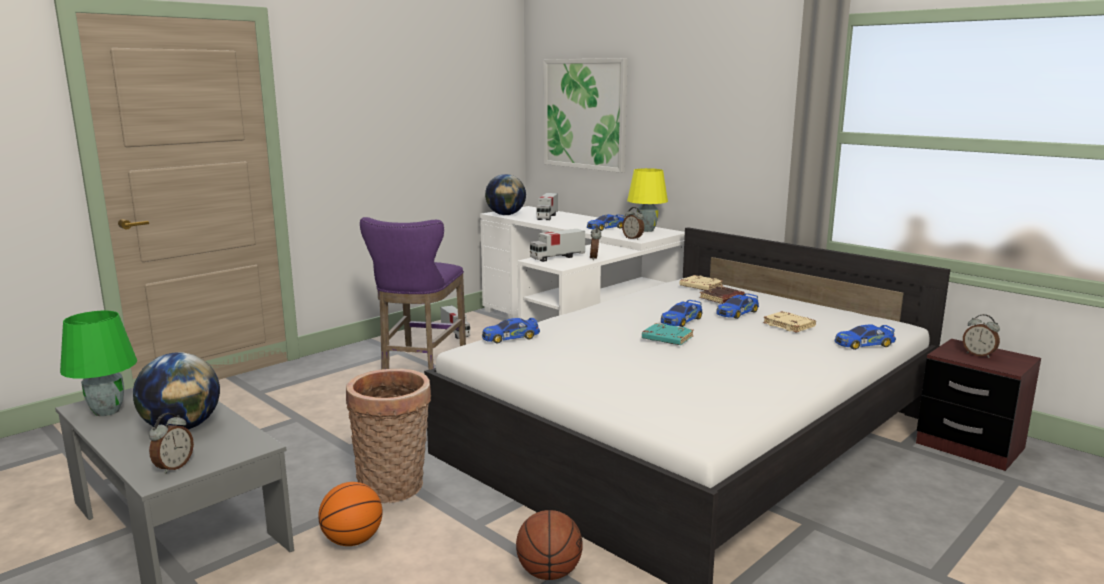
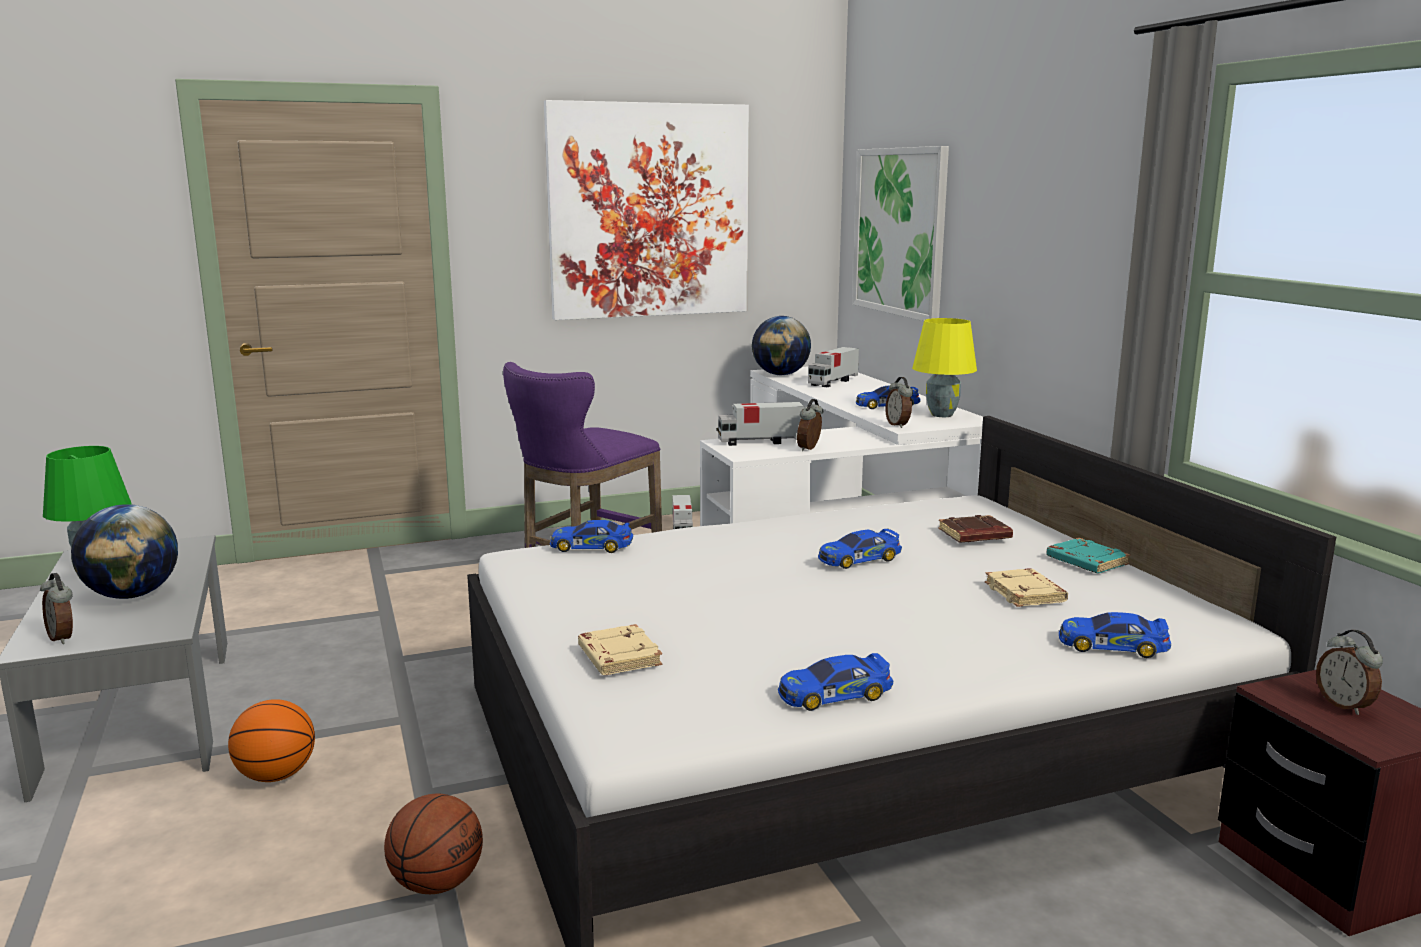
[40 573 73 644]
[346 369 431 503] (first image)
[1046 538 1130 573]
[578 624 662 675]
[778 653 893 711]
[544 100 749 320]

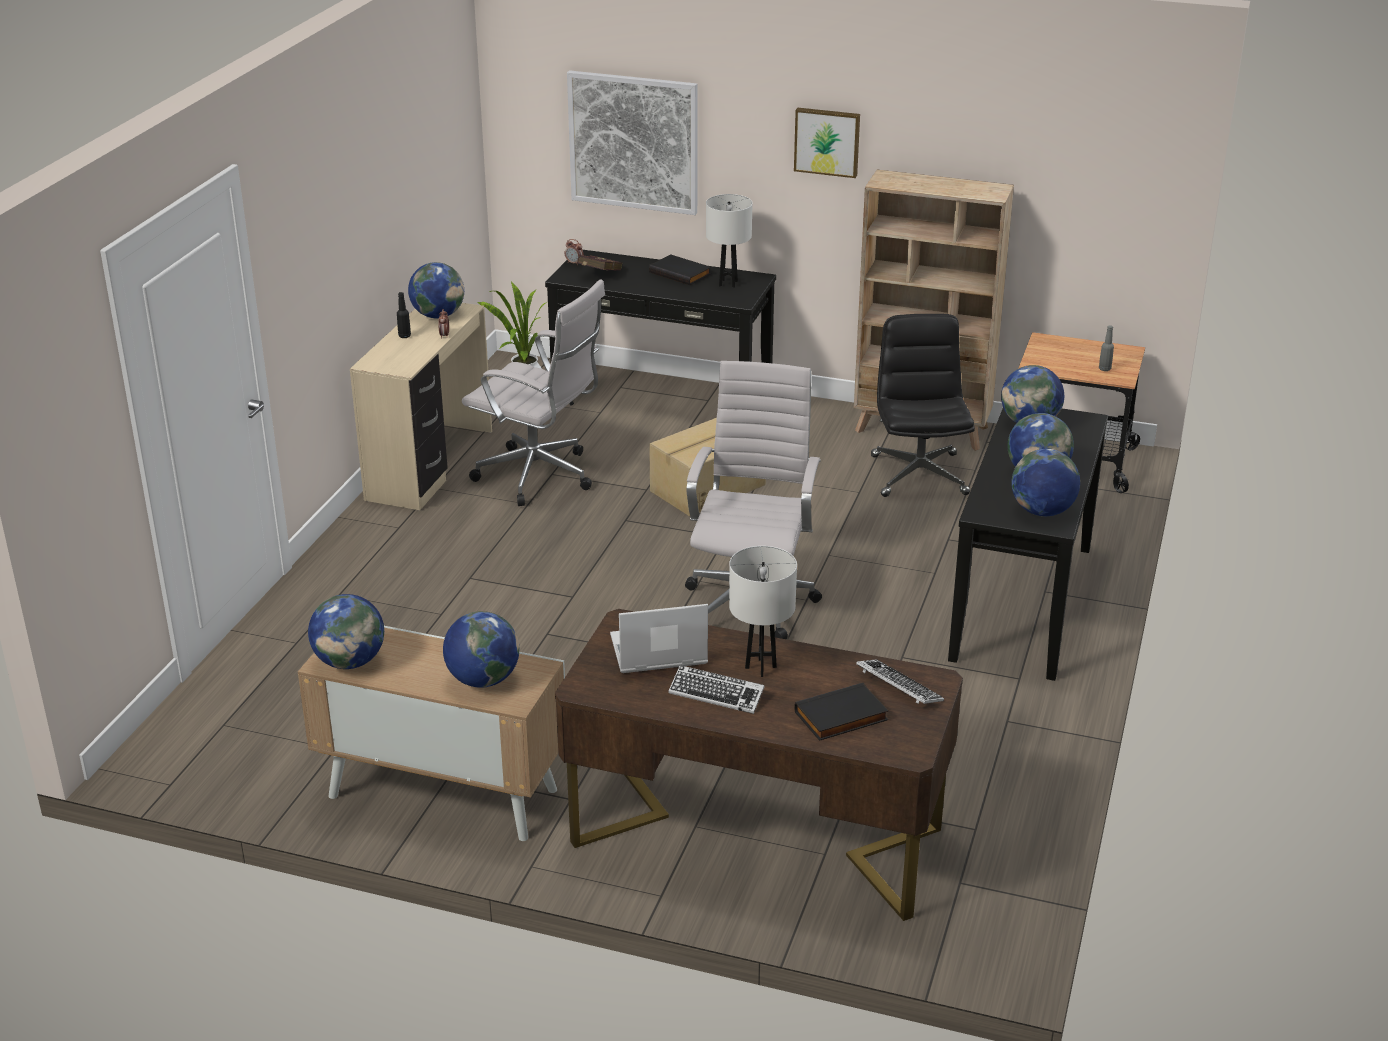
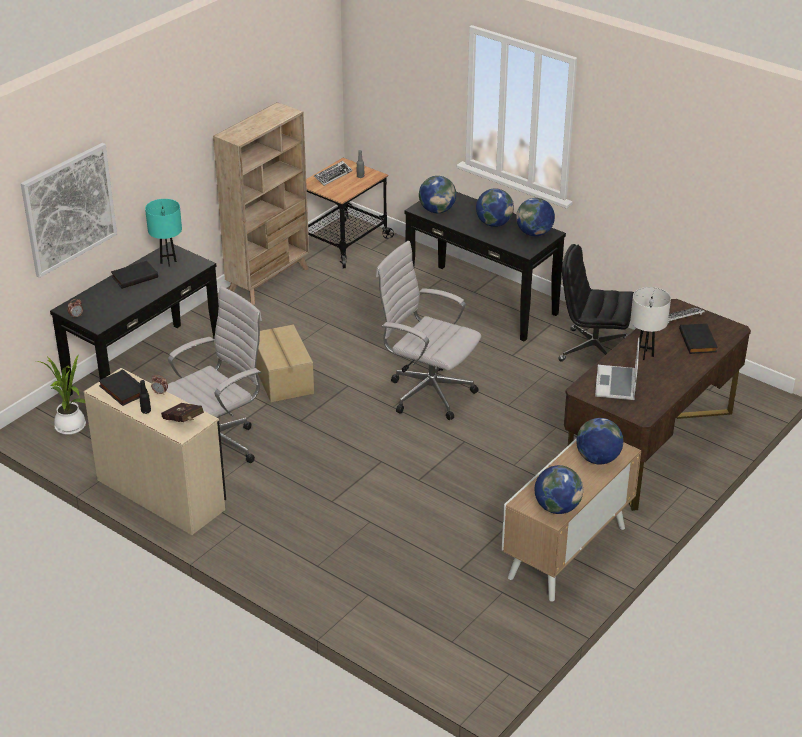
[99 369 148 406]
[161 403 204 422]
[314 161 352 186]
[145 199 182 267]
[794 108 860 178] (first image)
[558 244 634 362]

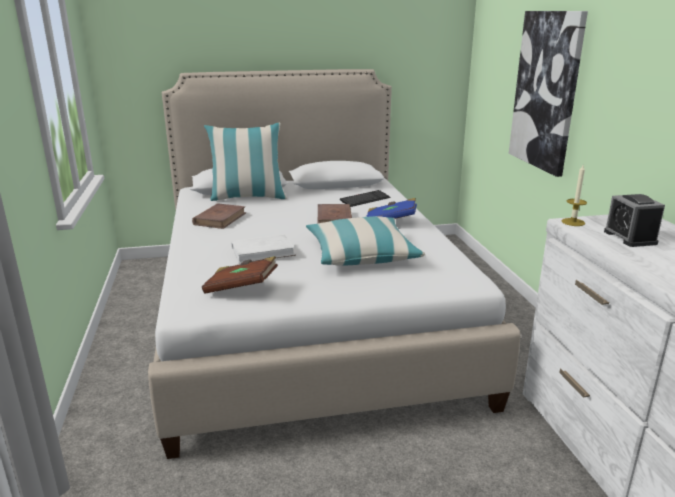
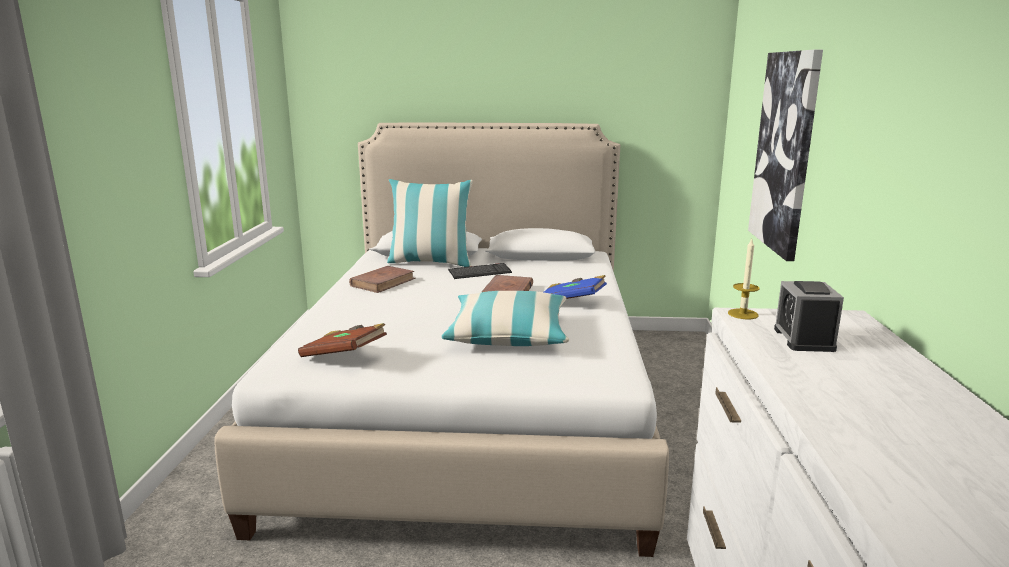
[231 234 296 263] (first image)
[448 263 512 279]

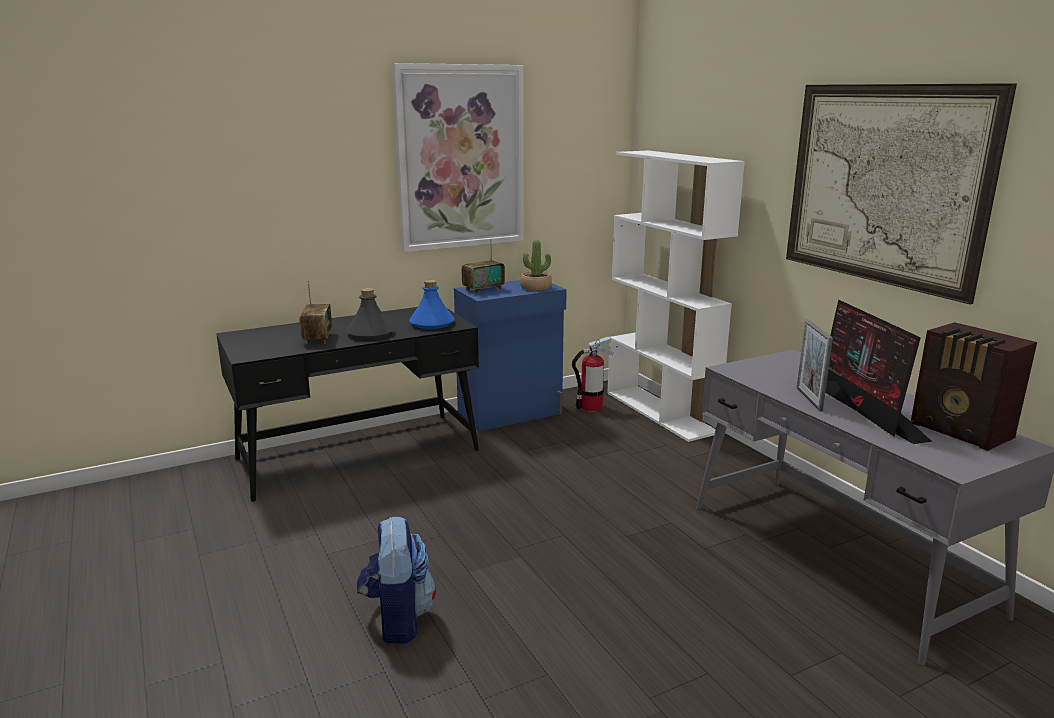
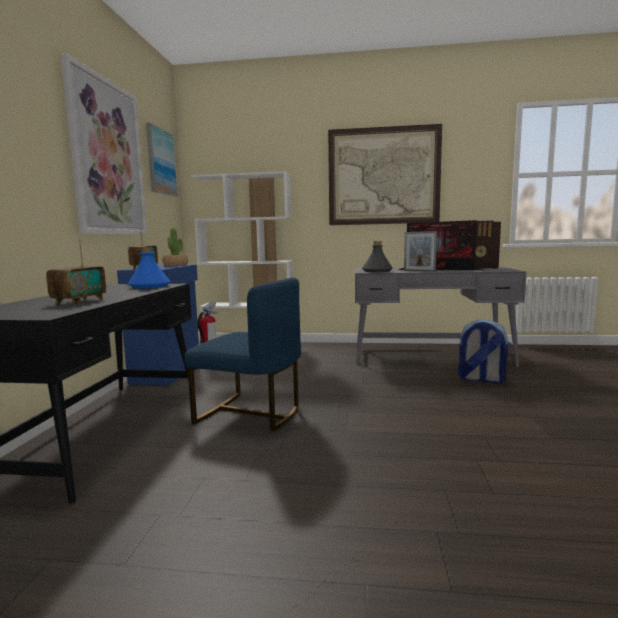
[46 240 106 305]
[362 241 393 272]
[458 320 508 384]
[146 123 178 197]
[184 278 301 431]

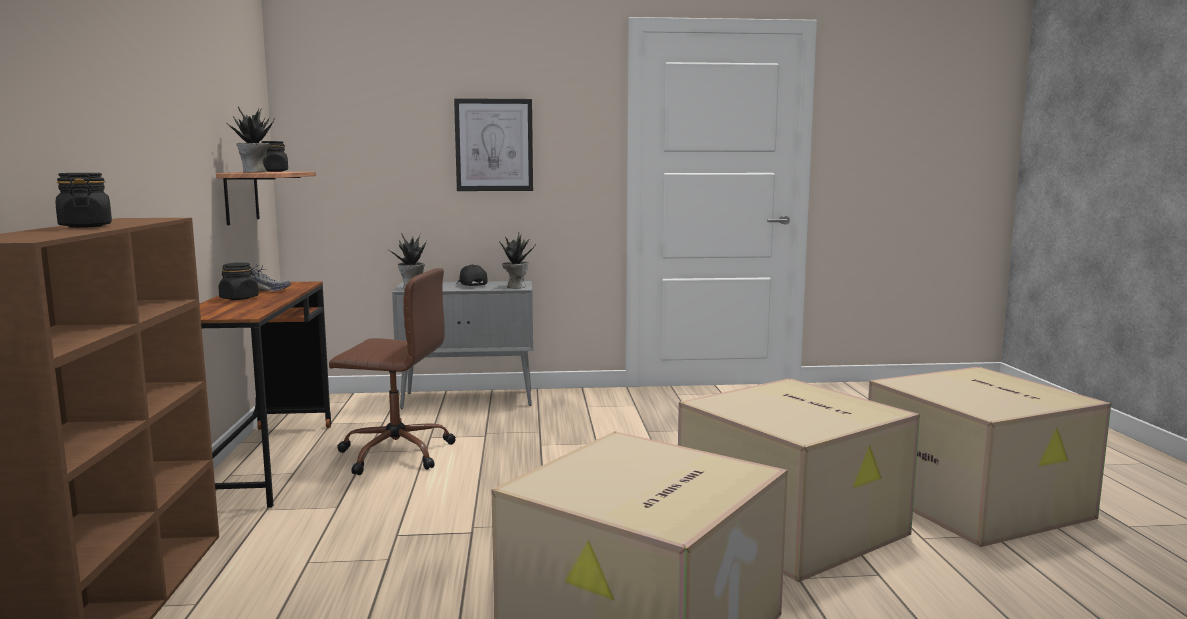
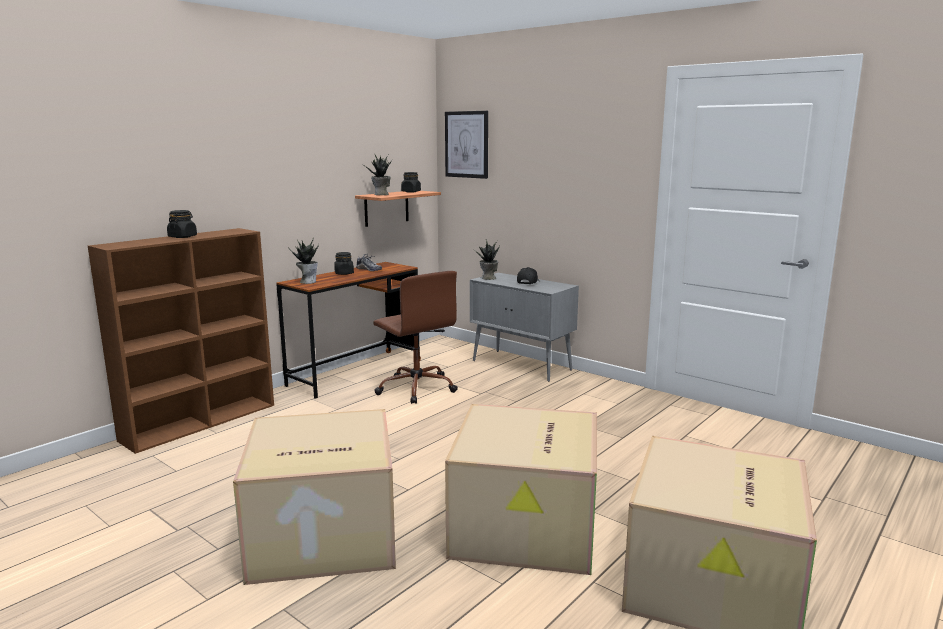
[445 111 488 179]
[288 238 319 284]

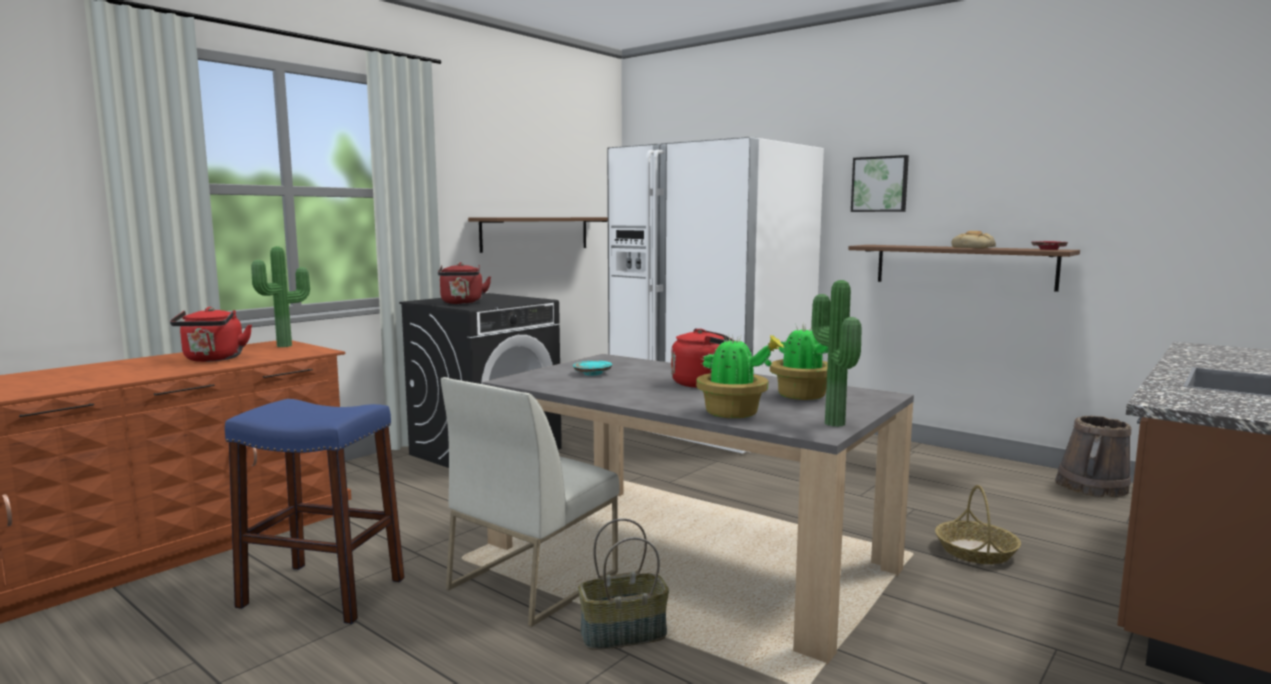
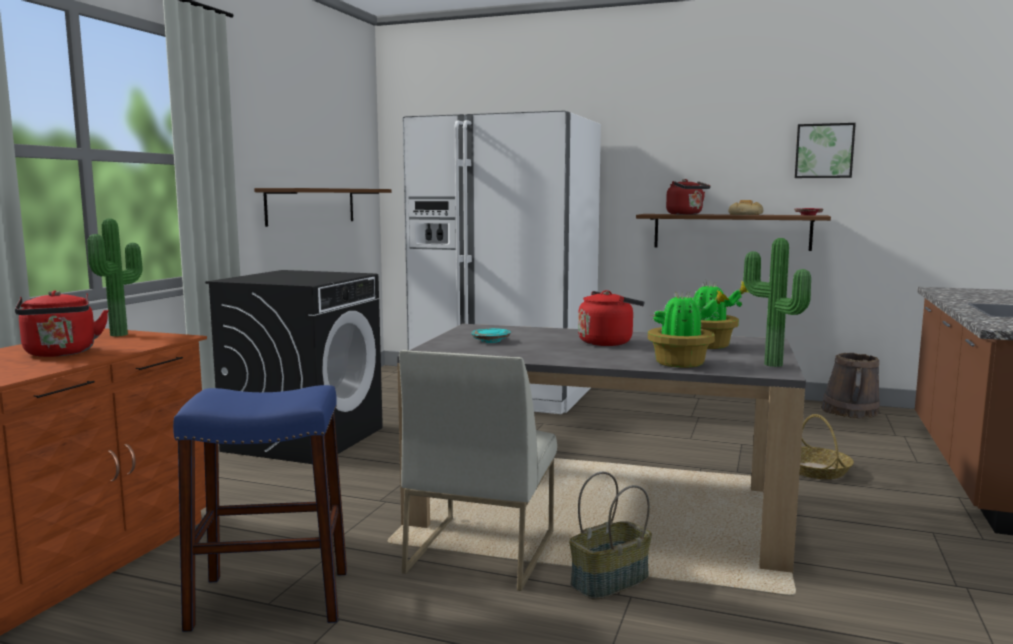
[666 179 711 215]
[795 123 856 178]

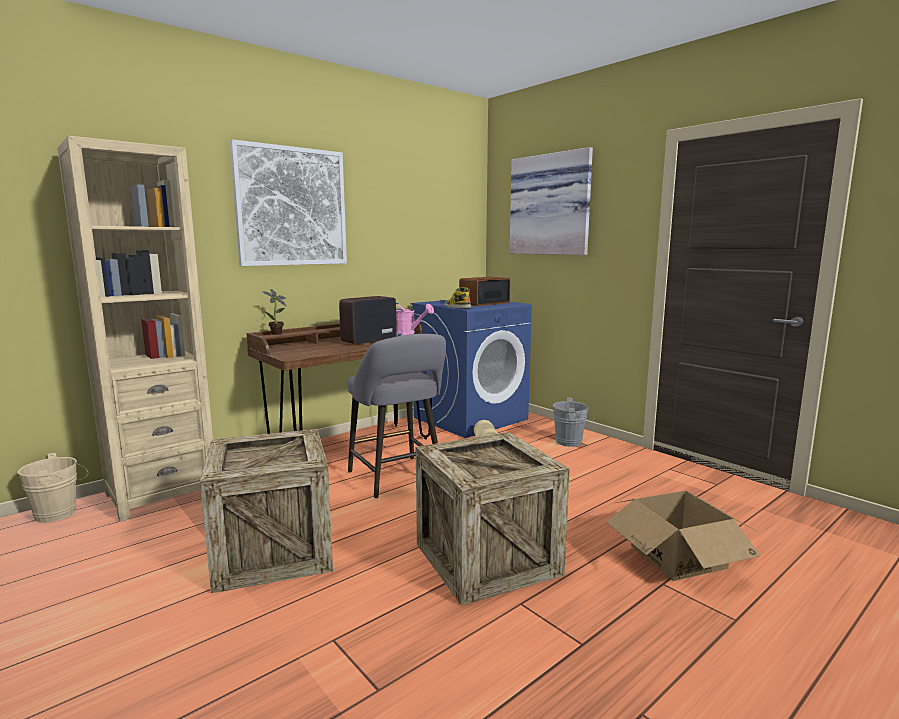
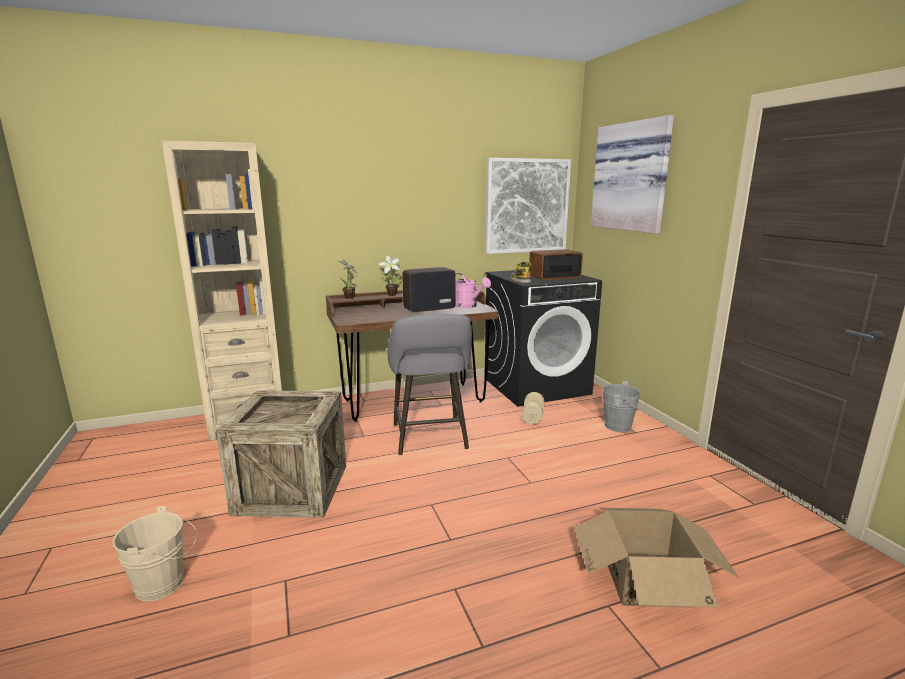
[113 506 197 601]
[485 158 571 254]
[484 270 602 407]
[416 432 570 606] (first image)
[379 256 400 296]

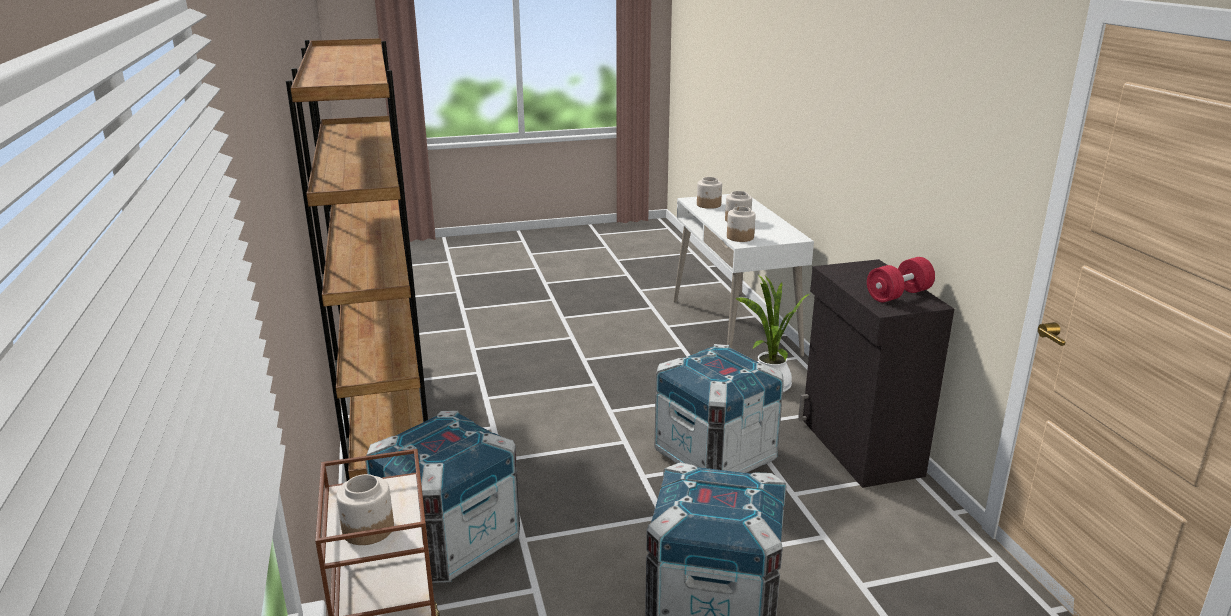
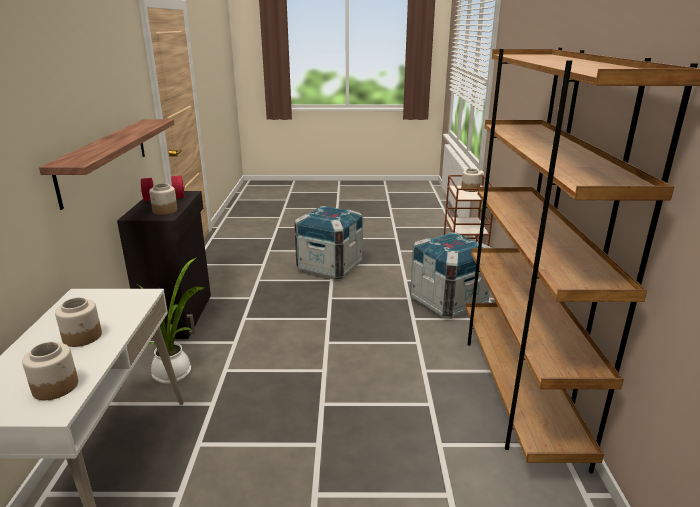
[655 344 784 473] (first image)
[149 184 178 215]
[39 119 174 210]

